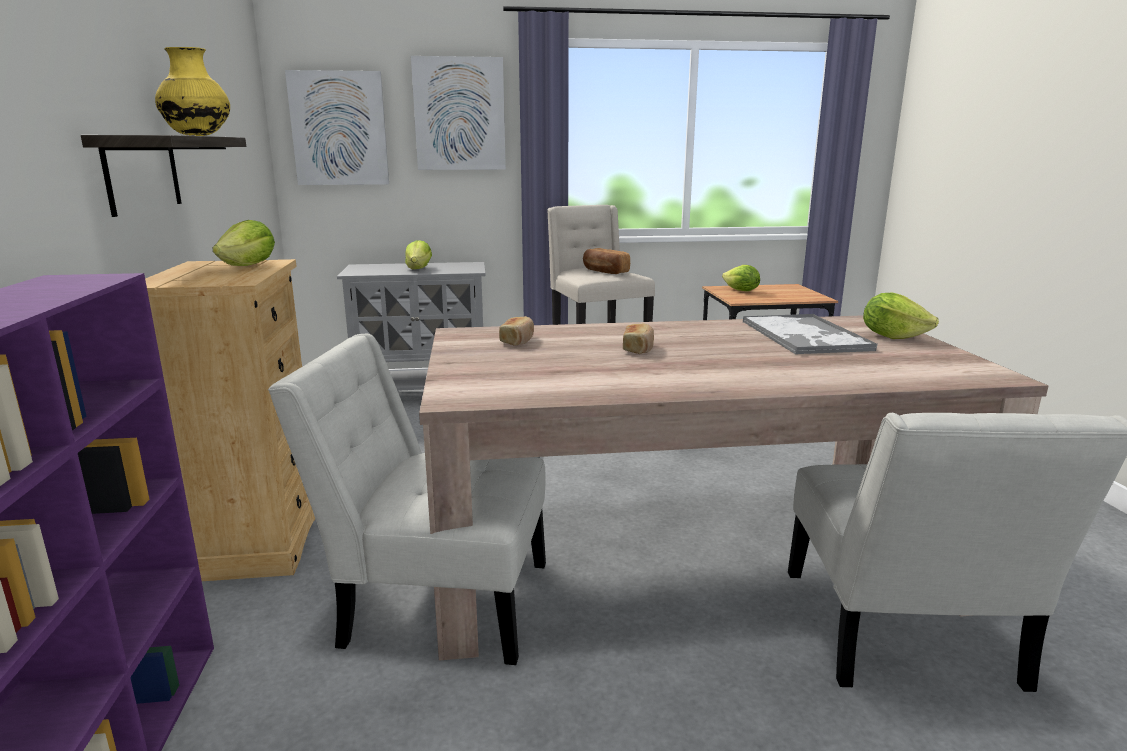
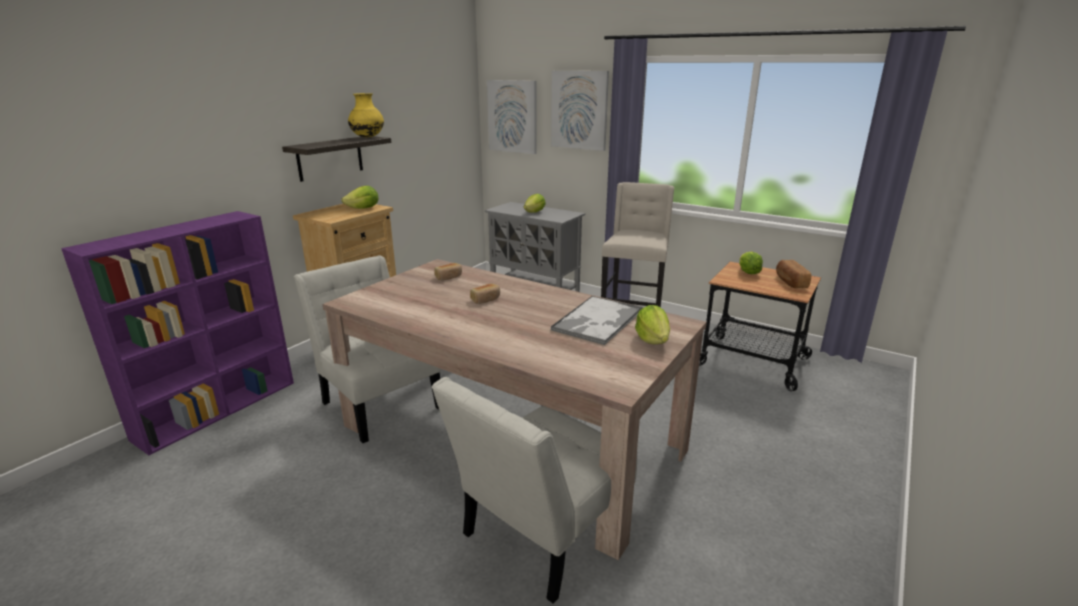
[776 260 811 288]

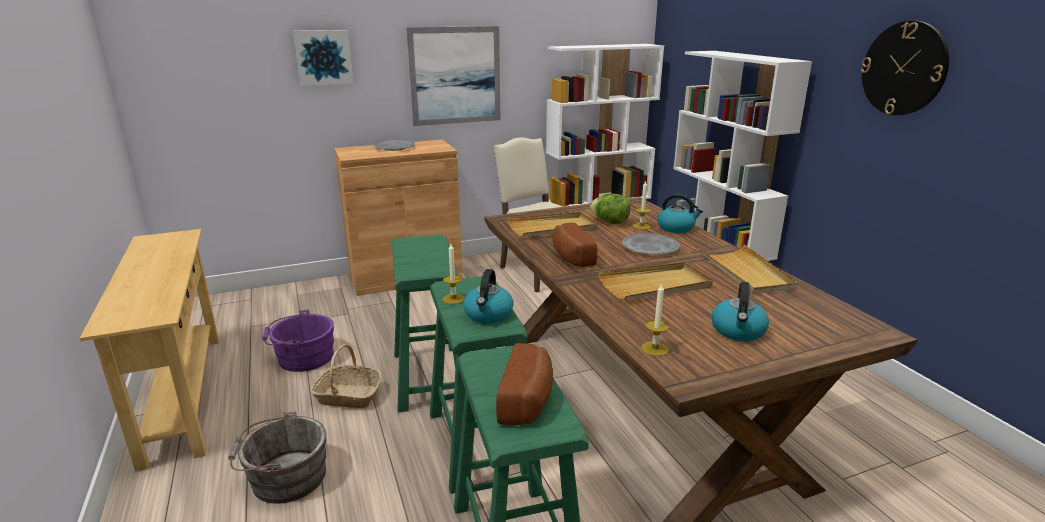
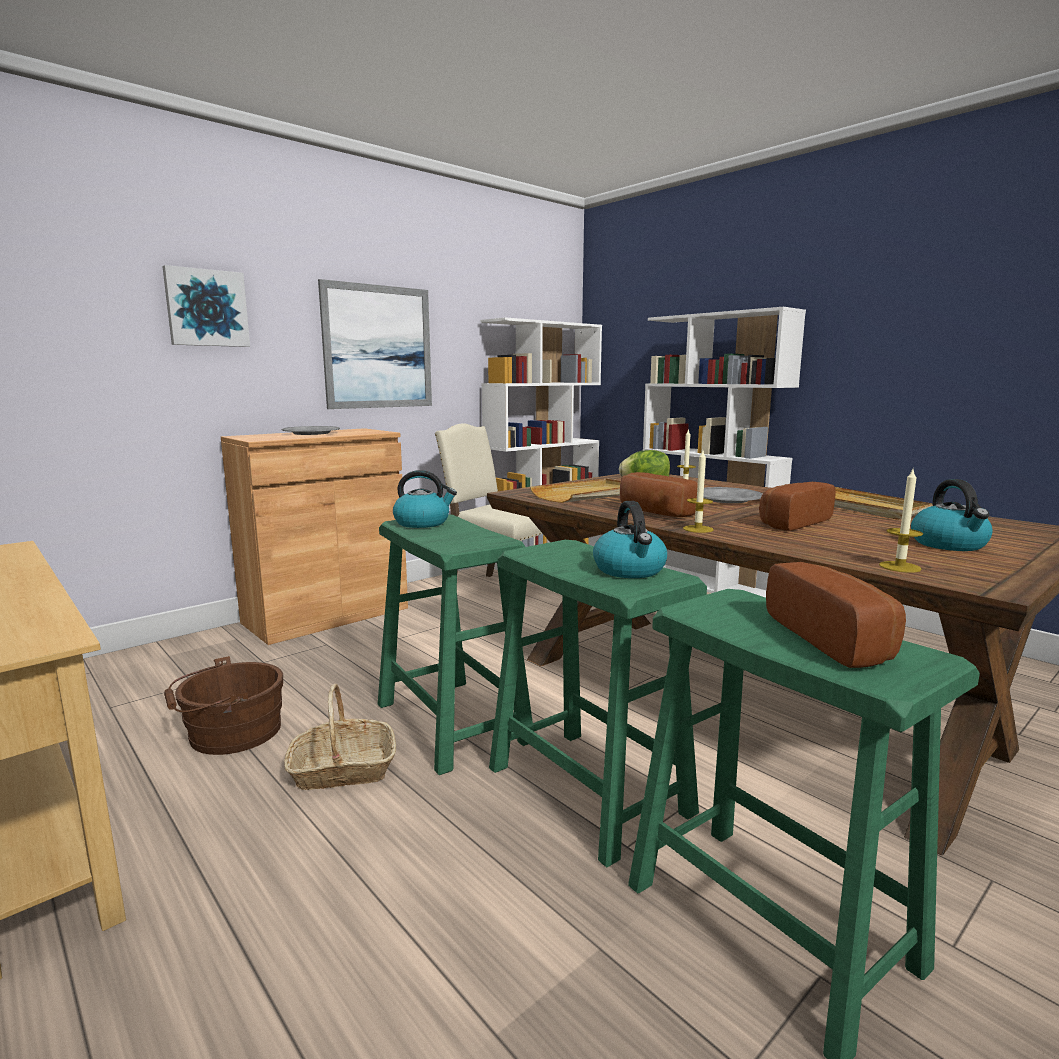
[228 410 327 504] (first image)
[164 656 283 755]
[683 451 714 533]
[759 482 836 531]
[393 470 457 528]
[861 21 949 115] (first image)

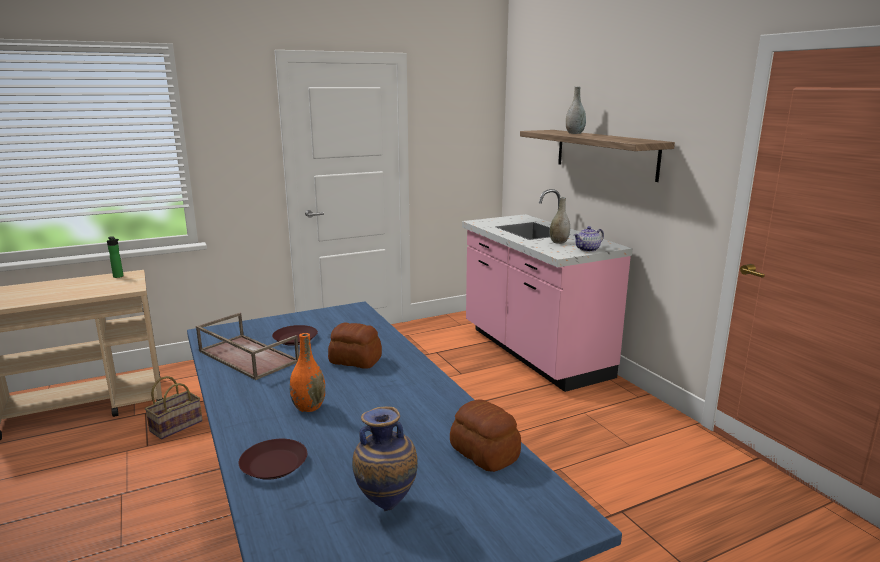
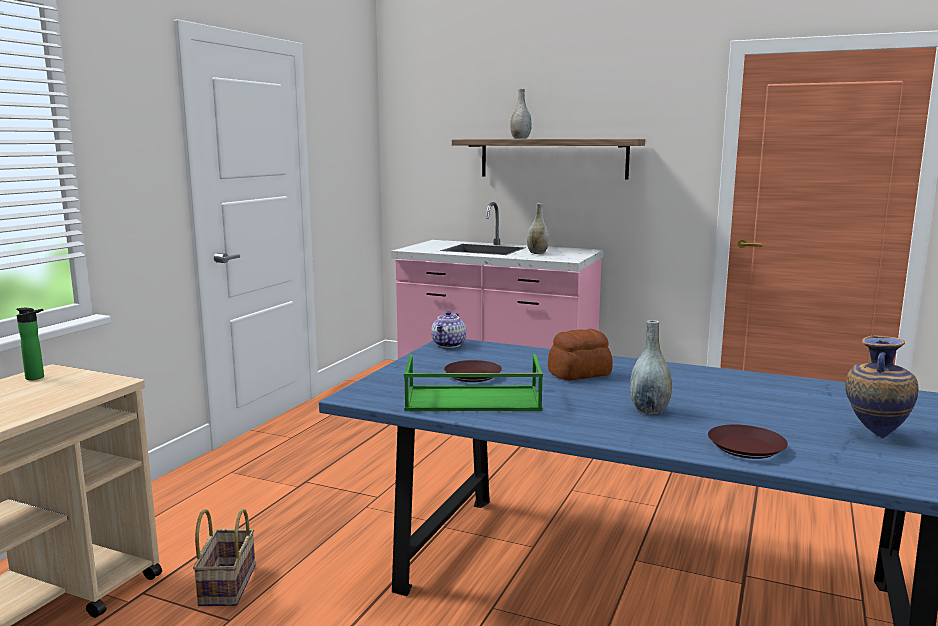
[404 354 543 411]
[630 320 672 415]
[450 399 521 472] (first image)
[431 311 466 348]

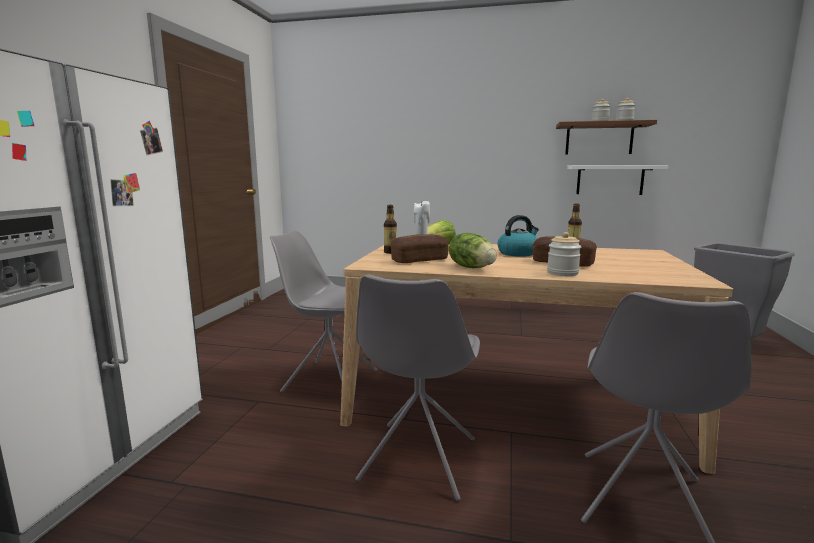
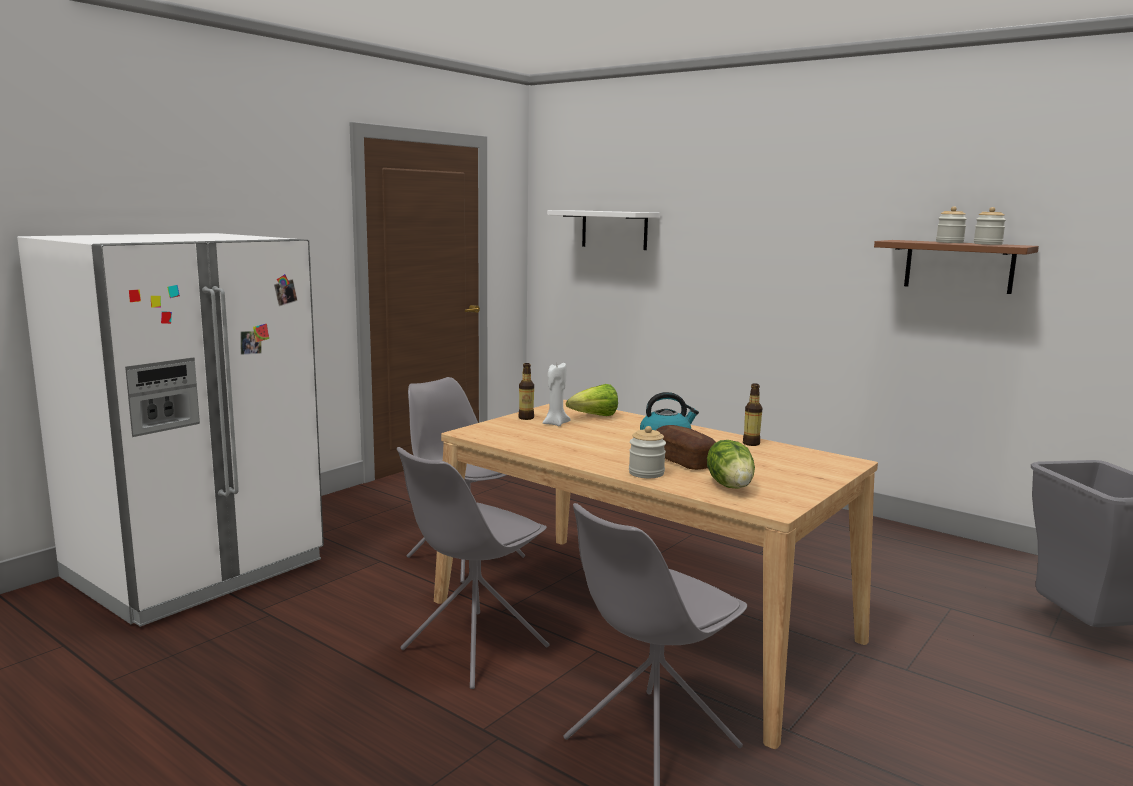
[391 234 449 263] (first image)
[707 440 755 488]
[547 210 660 250]

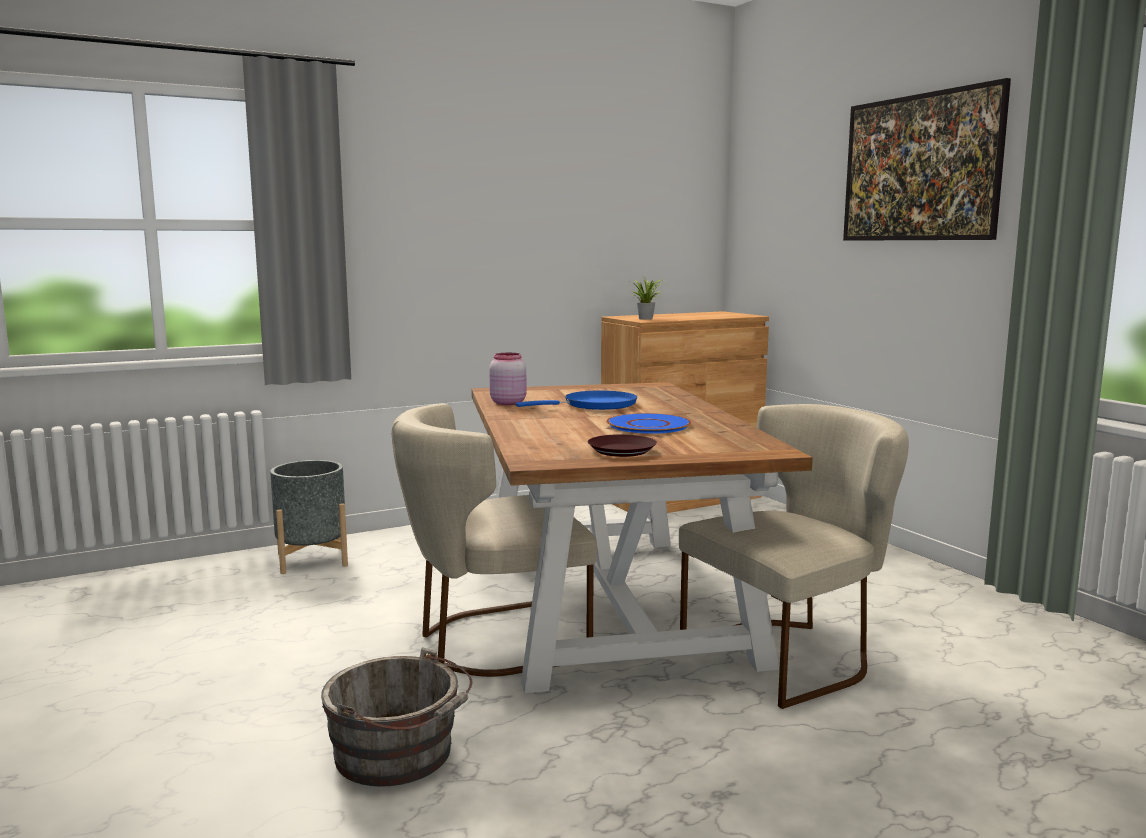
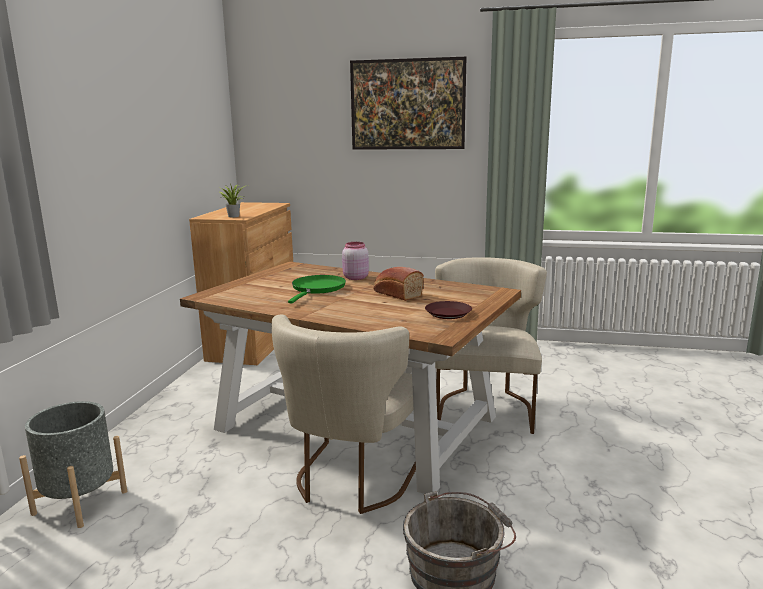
[342 242 369 280]
[288 275 346 303]
[373 267 424 301]

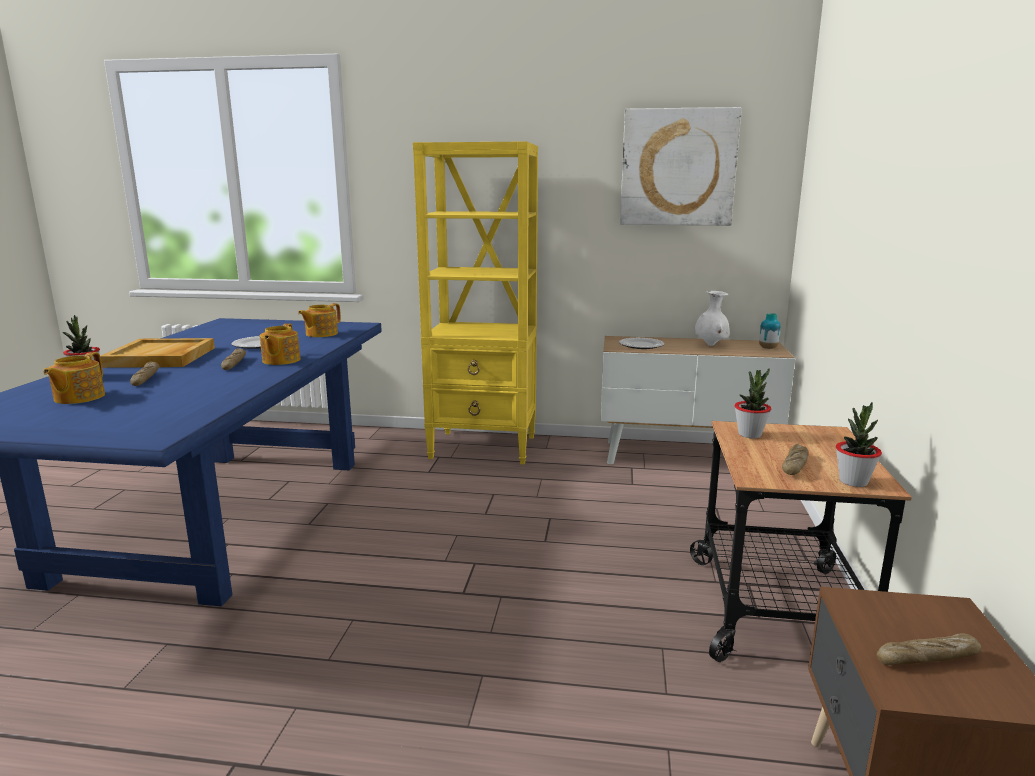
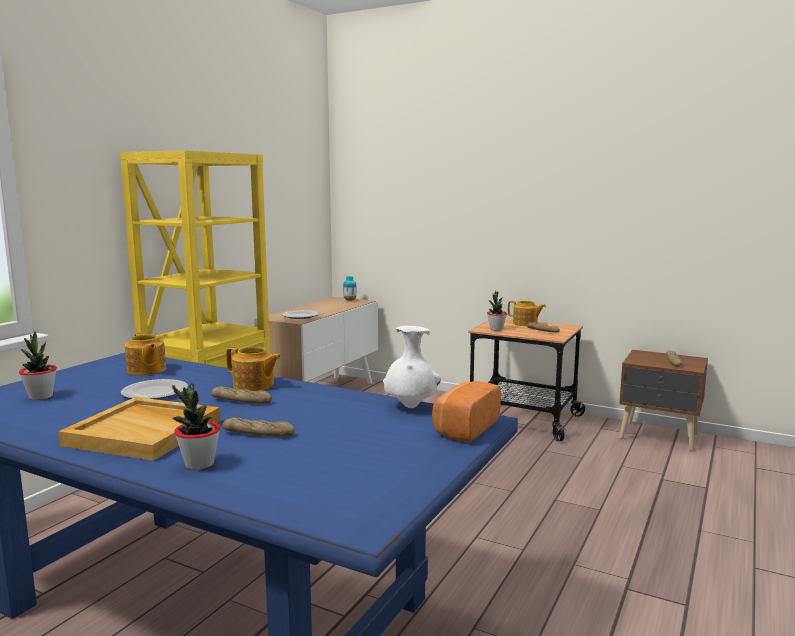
[508 301 546 326]
[620 107 742 226] (first image)
[383 326 441 408]
[19 331 57 400]
[432 381 501 442]

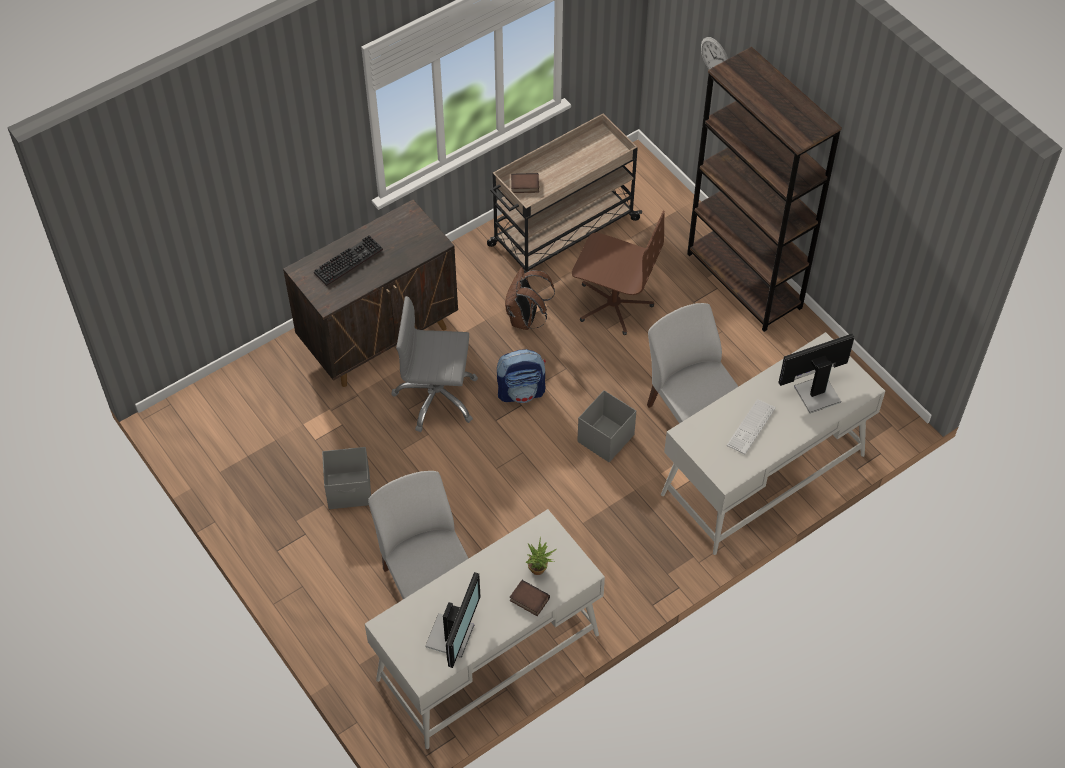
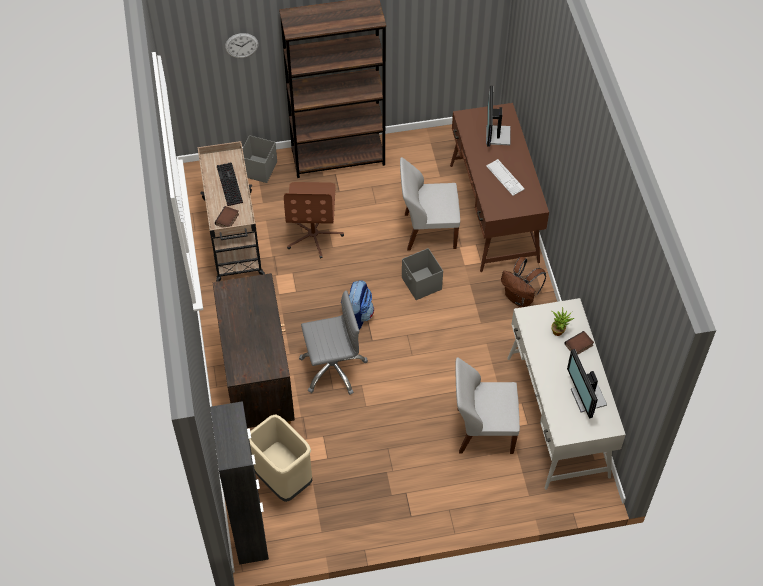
[217 162 243 206]
[242 135 277 183]
[299 290 368 395]
[567 349 607 419]
[501 257 546 307]
[284 182 344 258]
[450 103 549 272]
[210 401 269 565]
[249 414 312 502]

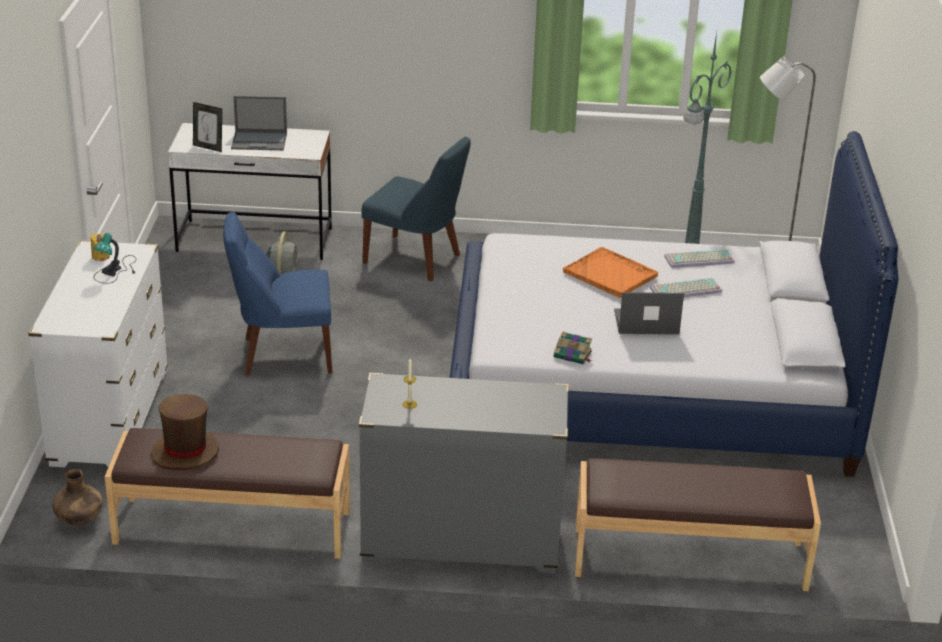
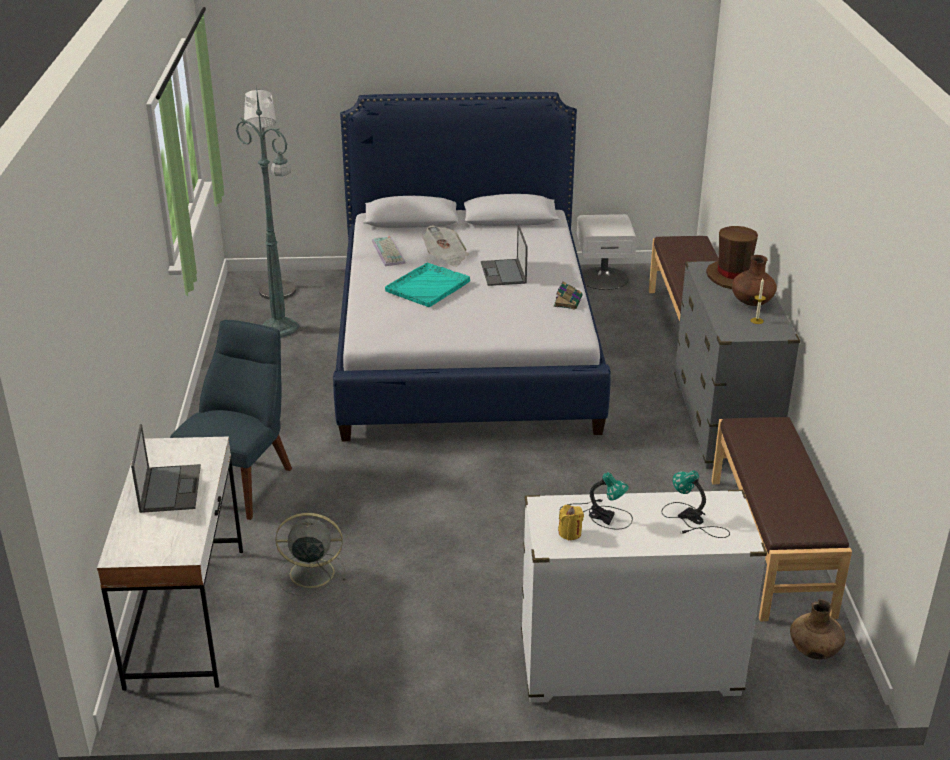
[706 226 758 289]
[193 102 222 152] (first image)
[223 212 332 375] (first image)
[385 263 470 307]
[422 225 469 267]
[577 214 637 290]
[662 470 730 538]
[732 255 777 306]

